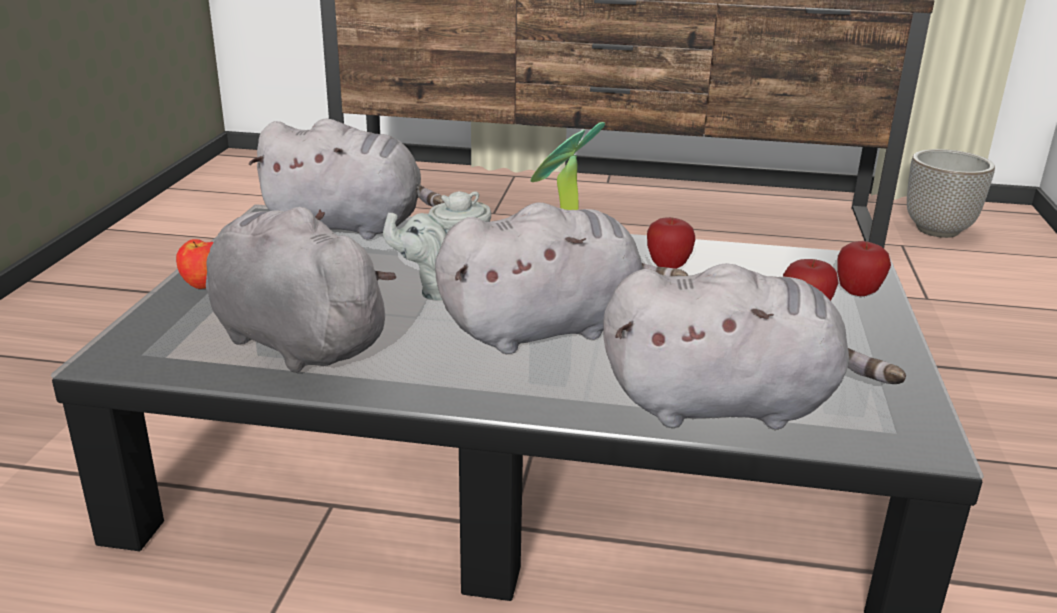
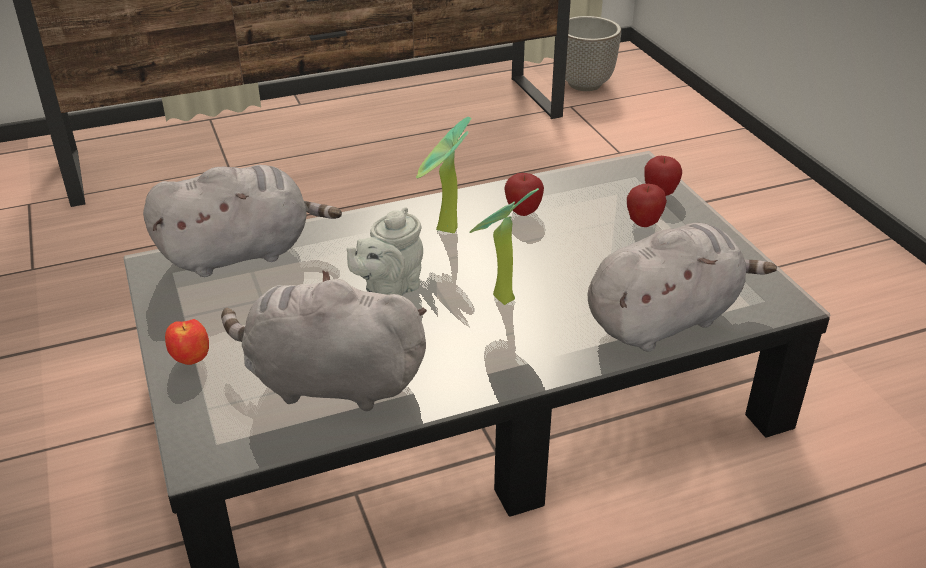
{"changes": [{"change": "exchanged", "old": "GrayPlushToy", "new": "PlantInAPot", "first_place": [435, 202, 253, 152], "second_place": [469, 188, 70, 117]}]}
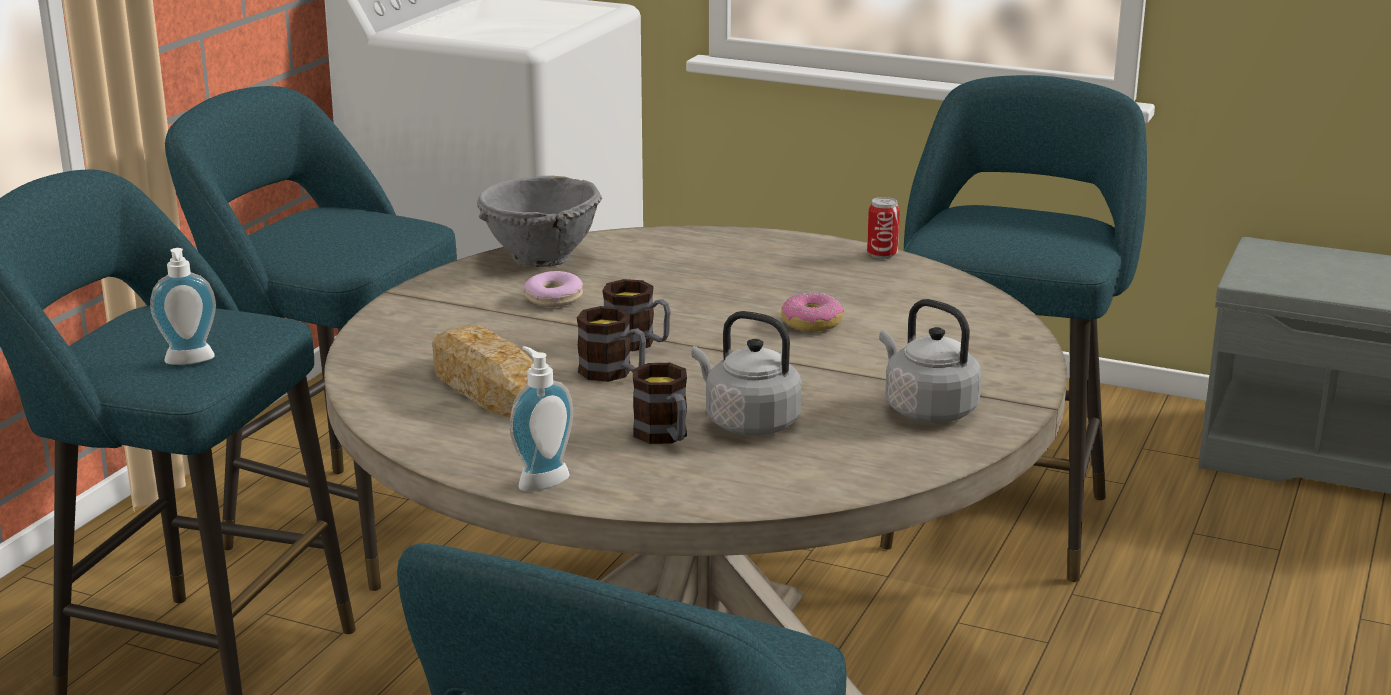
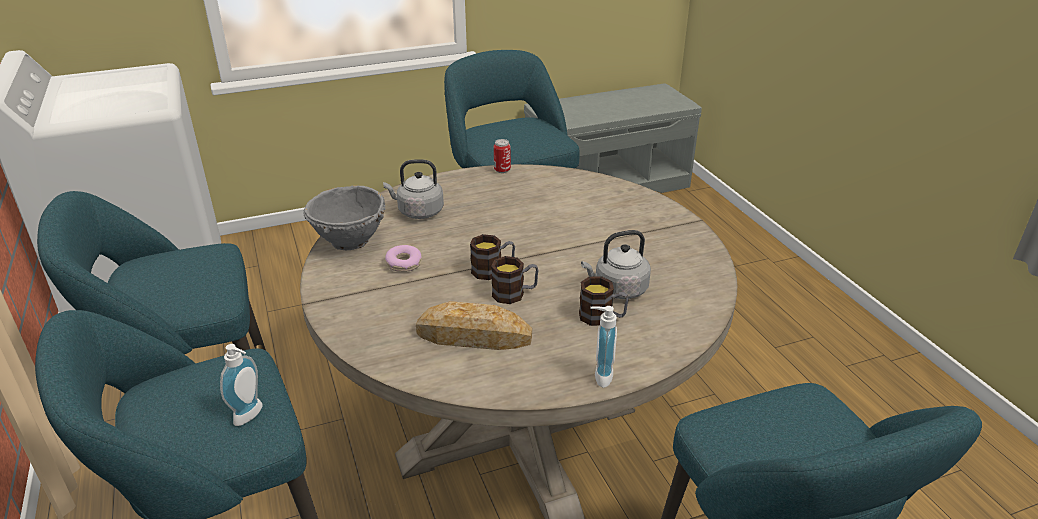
{"changes": [{"change": "relocated", "old": "GrayWaterKettle", "first_place": [879, 299, 103, 123], "second_place": [383, 159, 61, 60]}, {"change": "missing", "old": "Donut", "first_place": [781, 292, 63, 40]}]}
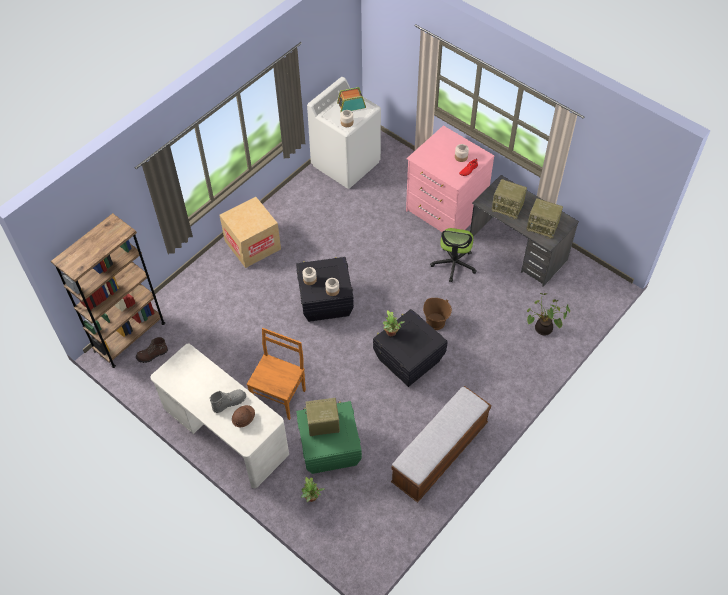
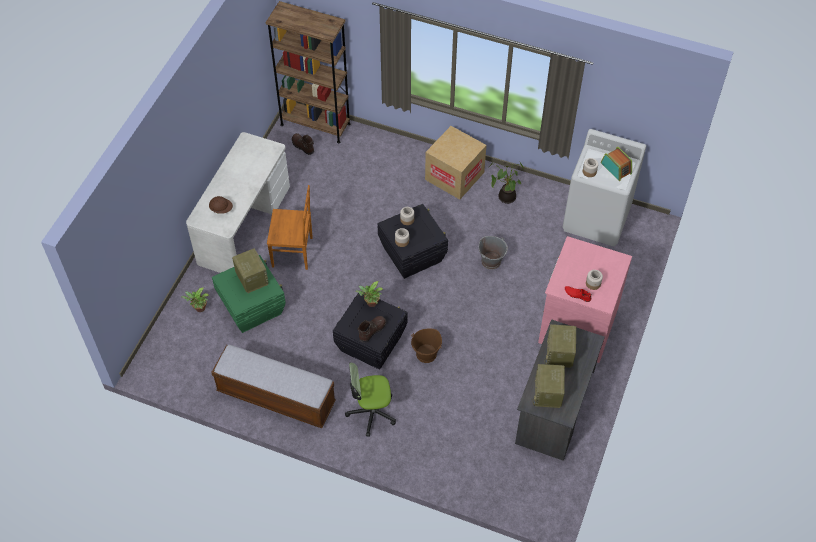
{"changes": [{"change": "relocated", "old": "ComputerChair", "first_place": [430, 228, 47, 54], "second_place": [345, 362, 51, 75]}, {"change": "appeared", "new": "BrownBoot", "second_place": [357, 316, 30, 27]}, {"change": "appeared", "new": "GrayBucket", "second_place": [479, 236, 29, 34]}, {"change": "relocated", "old": "PlantInAPot", "first_place": [527, 293, 43, 42], "second_place": [489, 161, 35, 43]}, {"change": "missing", "old": "GrayBoot", "first_place": [210, 389, 36, 24]}]}
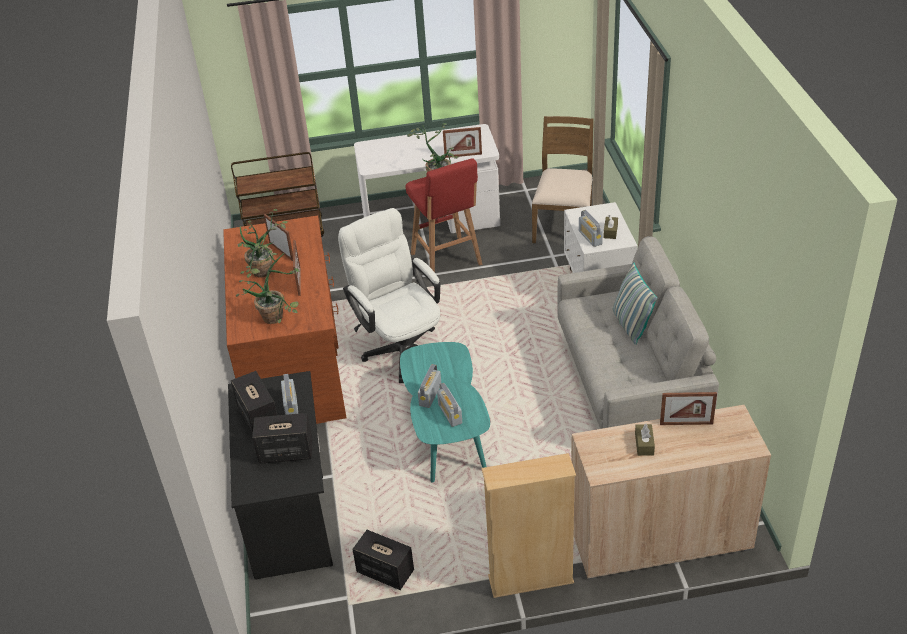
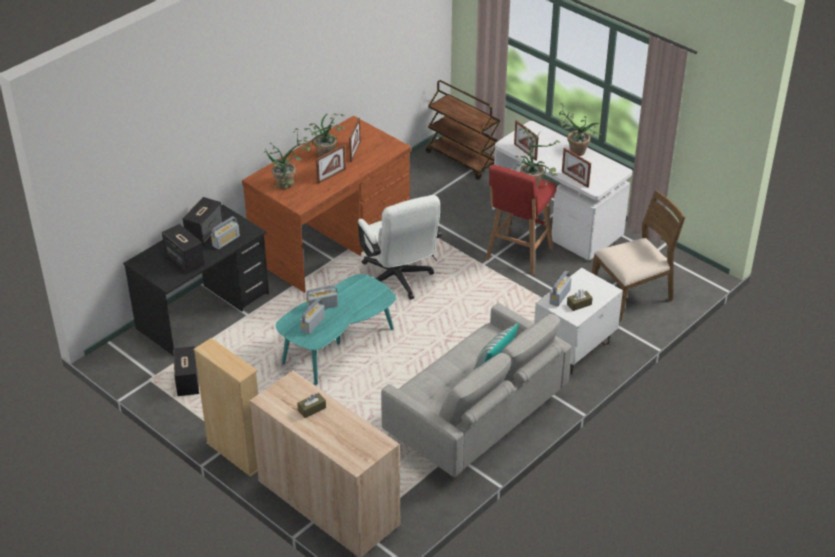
{"changes": [{"change": "spun", "old": "WhiteColouredComputerChair", "first_place": [338, 208, 102, 175], "second_place": [358, 195, 84, 105], "degrees": 135}, {"change": "relocated", "old": "PhotoFrame", "first_place": [660, 392, 57, 33], "second_place": [514, 120, 25, 41]}, {"change": "appeared", "new": "PlantInAPot", "second_place": [559, 103, 42, 53]}]}
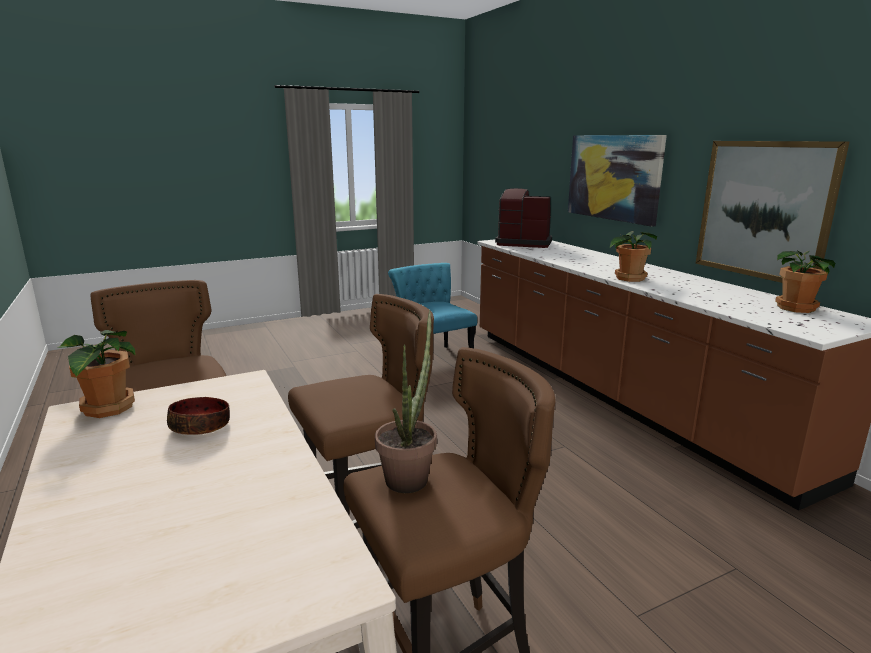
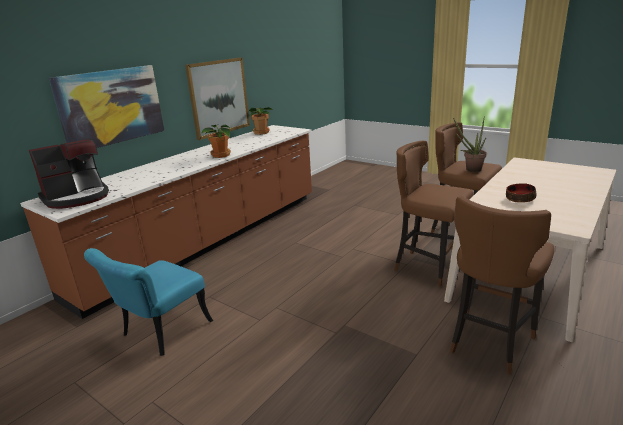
{"changes": [{"change": "spun", "old": "CoffeeMaker", "first_place": [495, 188, 57, 60], "second_place": [29, 139, 80, 70], "degrees": -120}, {"change": "missing", "old": "PlantInAPot", "first_place": [57, 330, 79, 88]}]}
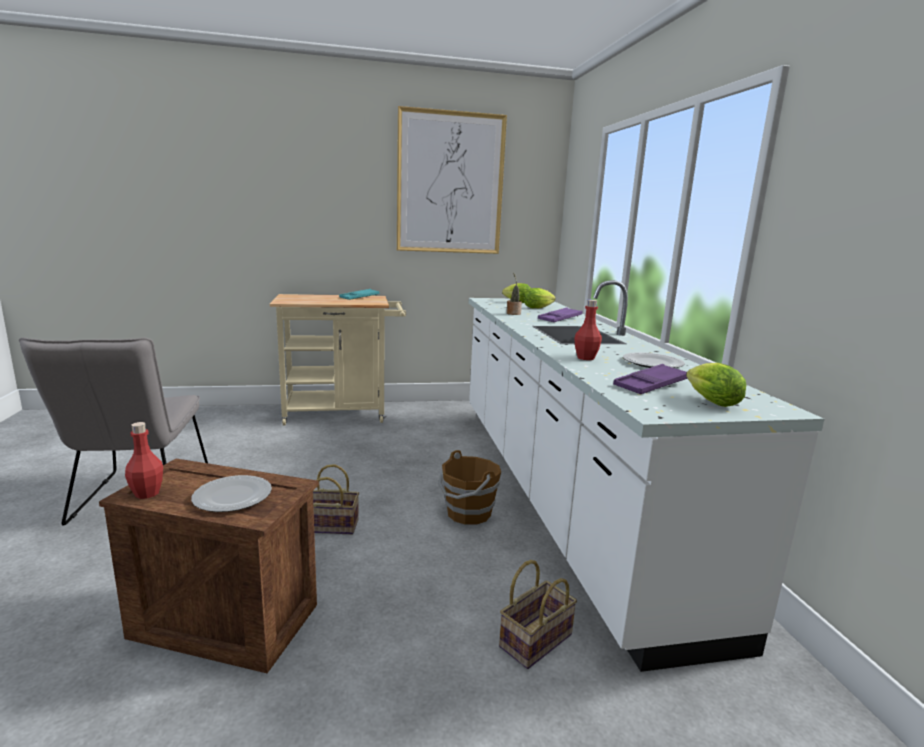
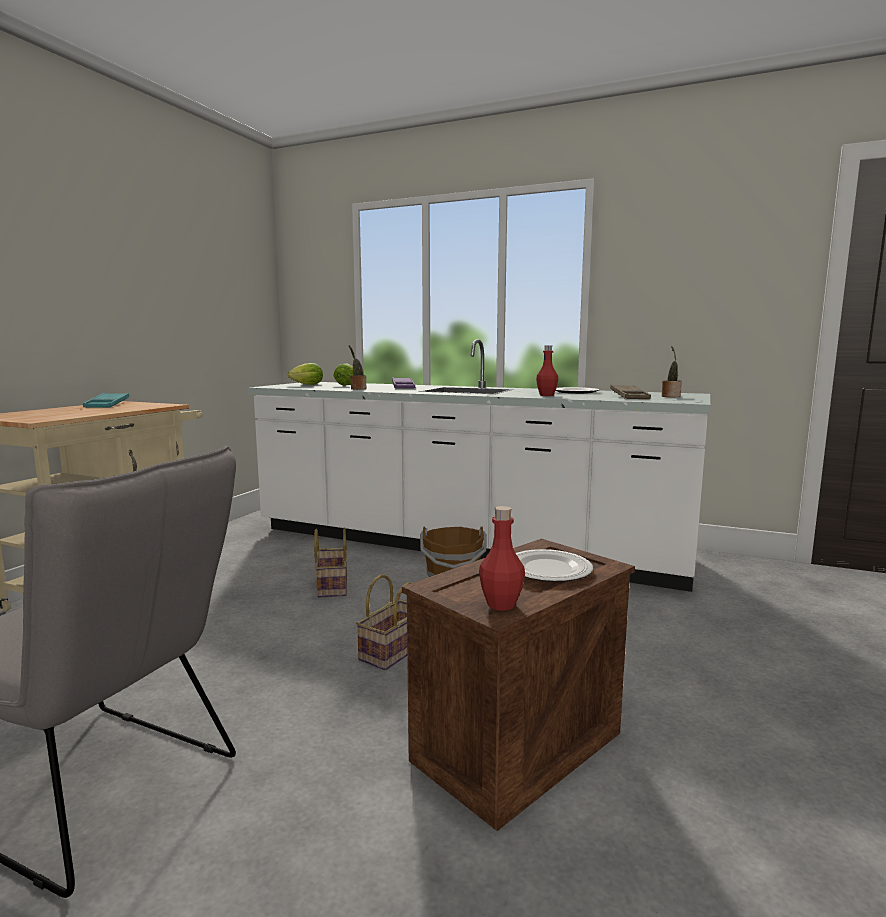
{"changes": [{"change": "relocated", "old": "Basket", "first_place": [499, 560, 78, 109], "second_place": [314, 528, 33, 70]}, {"change": "colour", "old": "PurpleColouredCarryingTray", "new": "BrownCarryingTray", "first_place": [613, 364, 75, 30], "second_place": [610, 385, 41, 14]}, {"change": "exchanged", "old": "Lettuce", "new": "PlantInAPot", "first_place": [686, 363, 60, 44], "second_place": [662, 345, 20, 52]}, {"change": "missing", "old": "WallPicture", "first_place": [397, 106, 110, 148]}]}
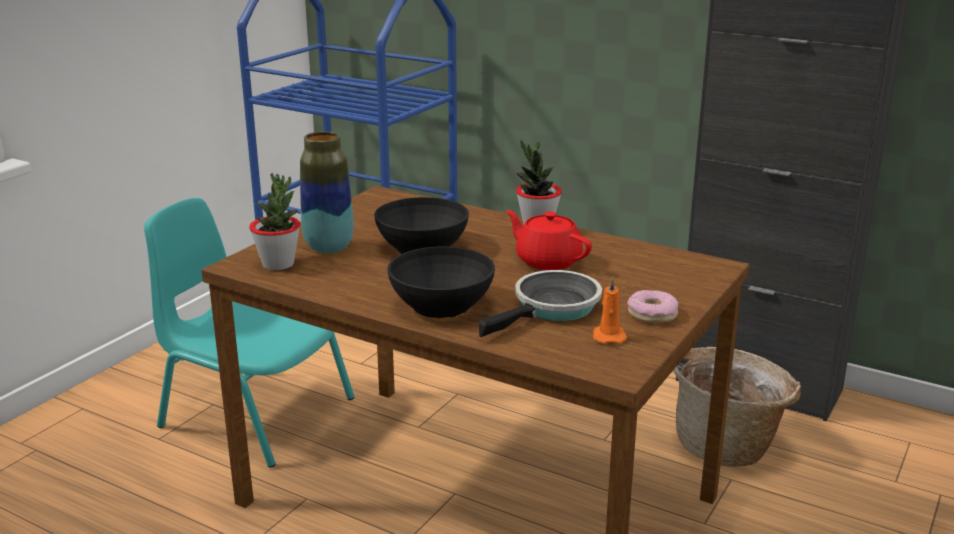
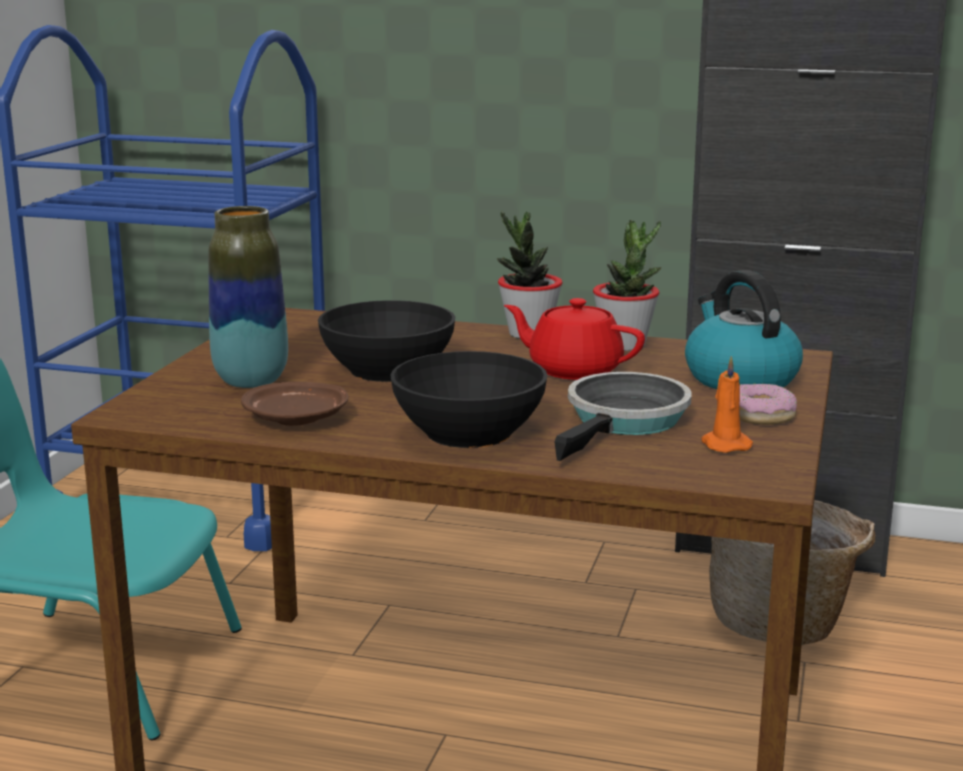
{"changes": [{"change": "appeared", "new": "BrownDinnerPlate", "second_place": [241, 382, 107, 44]}, {"change": "relocated", "old": "PlantInAPot", "first_place": [249, 173, 51, 97], "second_place": [593, 220, 68, 131]}, {"change": "appeared", "new": "WaterKettle", "second_place": [685, 270, 118, 119]}]}
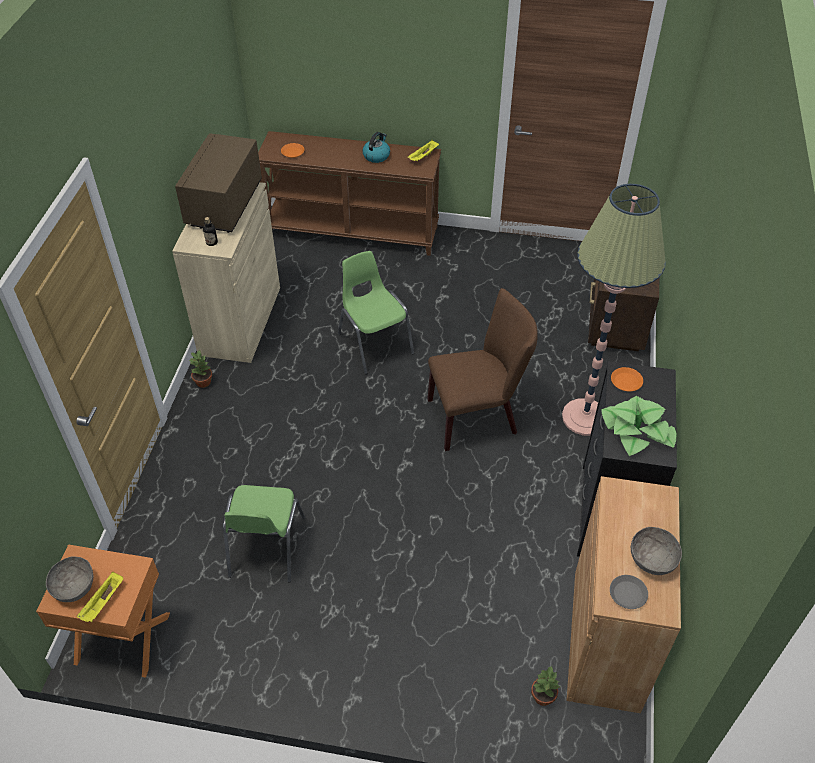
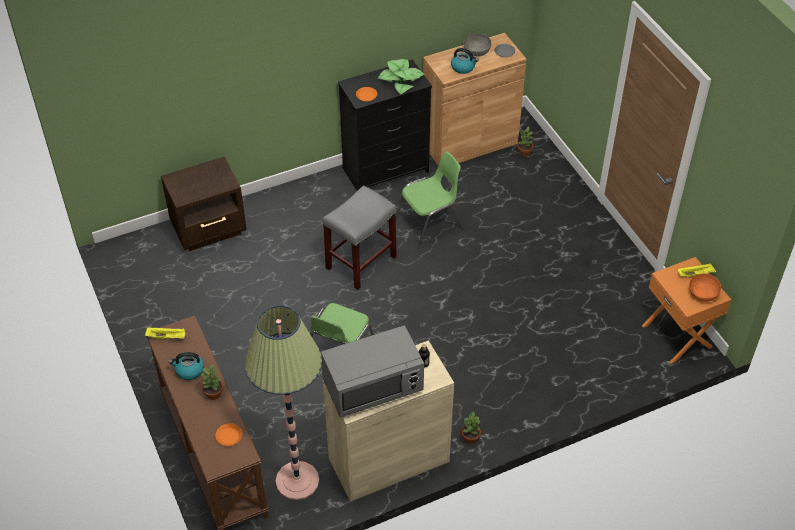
{"changes": [{"change": "appeared", "new": "PlantInAPot", "second_place": [200, 365, 23, 35]}, {"change": "relocated", "old": "StandingLamp", "first_place": [562, 184, 104, 252], "second_place": [245, 305, 77, 195]}, {"change": "colour", "old": "BrownKitchenMicrowave", "new": "GrayKitchenMicrowave", "first_place": [175, 133, 87, 100], "second_place": [321, 326, 103, 91]}, {"change": "exchanged", "old": "BrownPlainChair", "new": "GrayStool", "first_place": [427, 288, 111, 163], "second_place": [322, 185, 75, 105]}, {"change": "relocated", "old": "GreenColouredPlainChair", "first_place": [223, 485, 82, 97], "second_place": [396, 151, 67, 98]}, {"change": "appeared", "new": "WaterKettle", "second_place": [451, 48, 28, 26]}, {"change": "colour", "old": "GrayServingBowl", "new": "OrangeyServingBowl", "first_place": [46, 556, 48, 46], "second_place": [689, 274, 32, 28]}]}
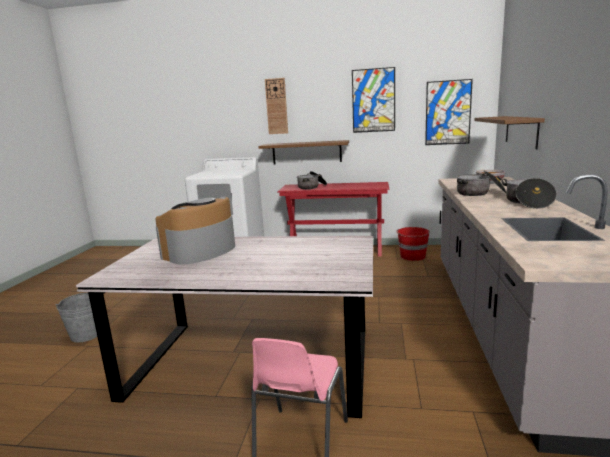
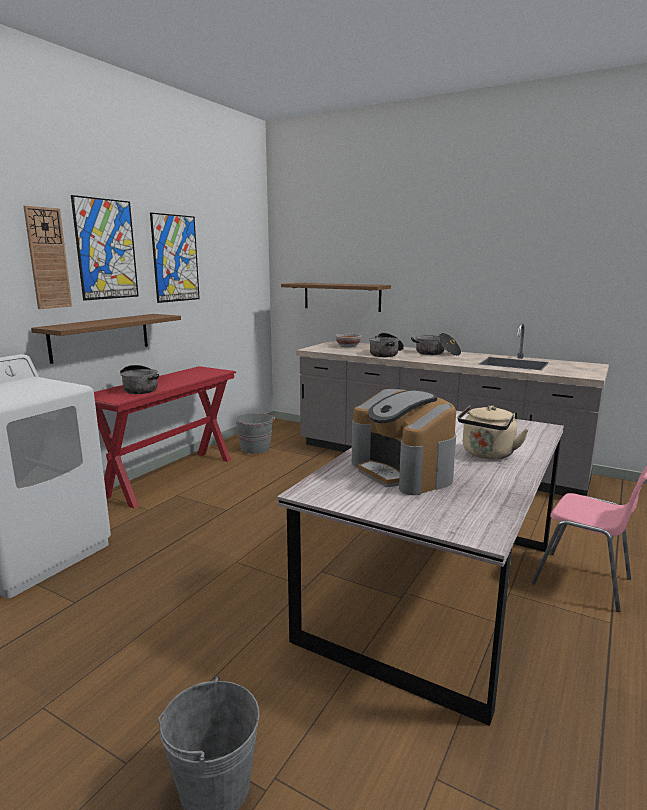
{"changes": [{"change": "relocated", "old": "WallPicture", "first_place": [425, 79, 48, 66], "second_place": [71, 195, 68, 106]}, {"change": "colour", "old": "ReddishBucket", "new": "GrayBucket", "first_place": [396, 227, 34, 34], "second_place": [235, 413, 40, 41]}, {"change": "appeared", "new": "BeigeWaterKettle", "second_place": [458, 405, 70, 54]}]}
